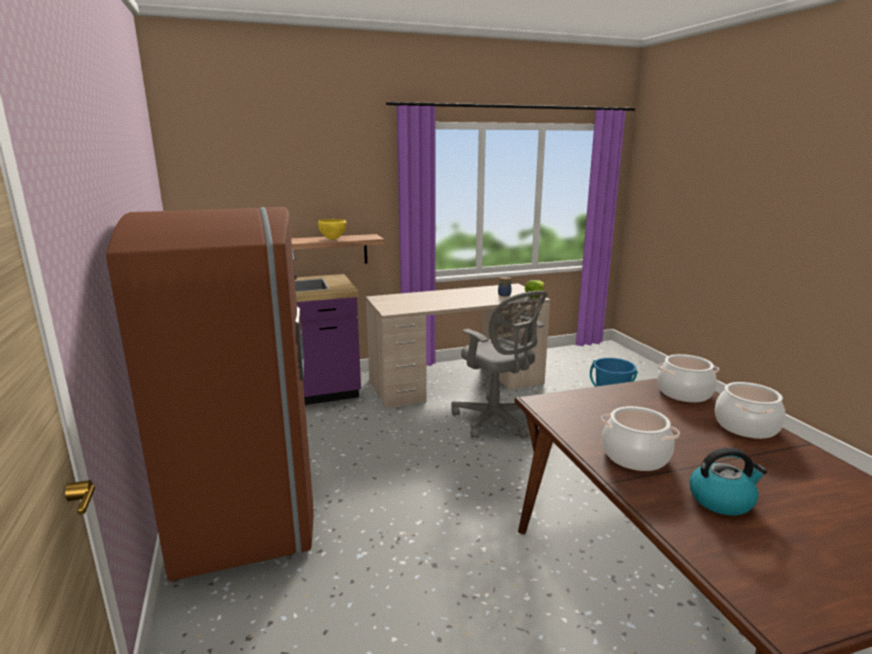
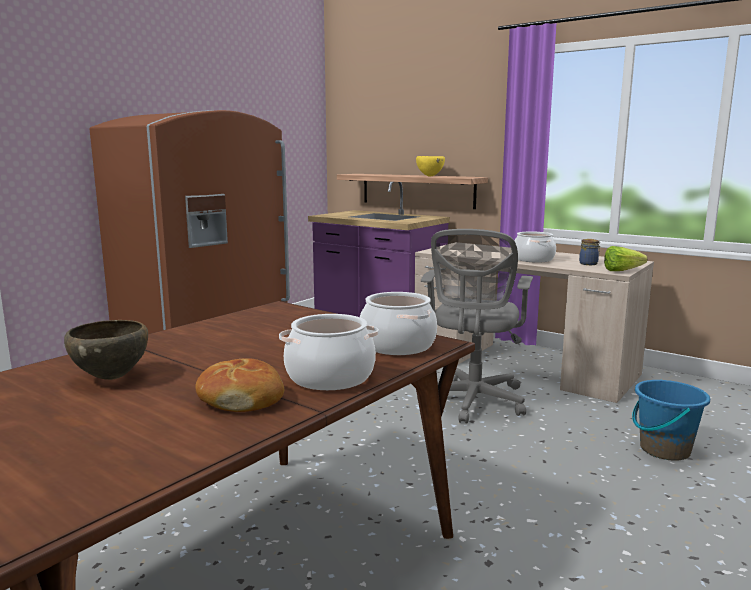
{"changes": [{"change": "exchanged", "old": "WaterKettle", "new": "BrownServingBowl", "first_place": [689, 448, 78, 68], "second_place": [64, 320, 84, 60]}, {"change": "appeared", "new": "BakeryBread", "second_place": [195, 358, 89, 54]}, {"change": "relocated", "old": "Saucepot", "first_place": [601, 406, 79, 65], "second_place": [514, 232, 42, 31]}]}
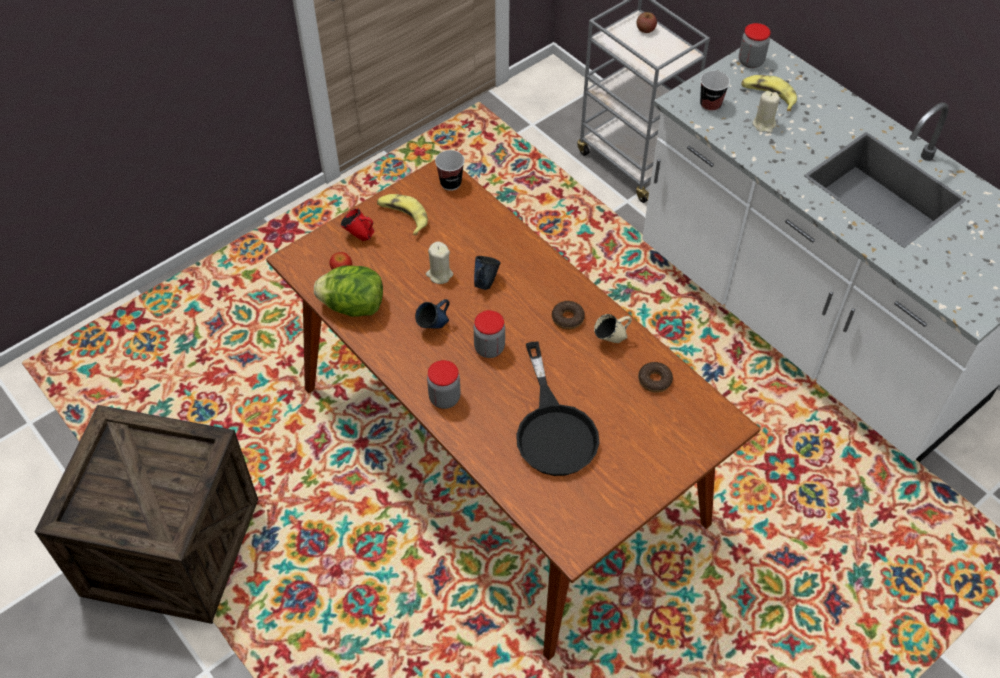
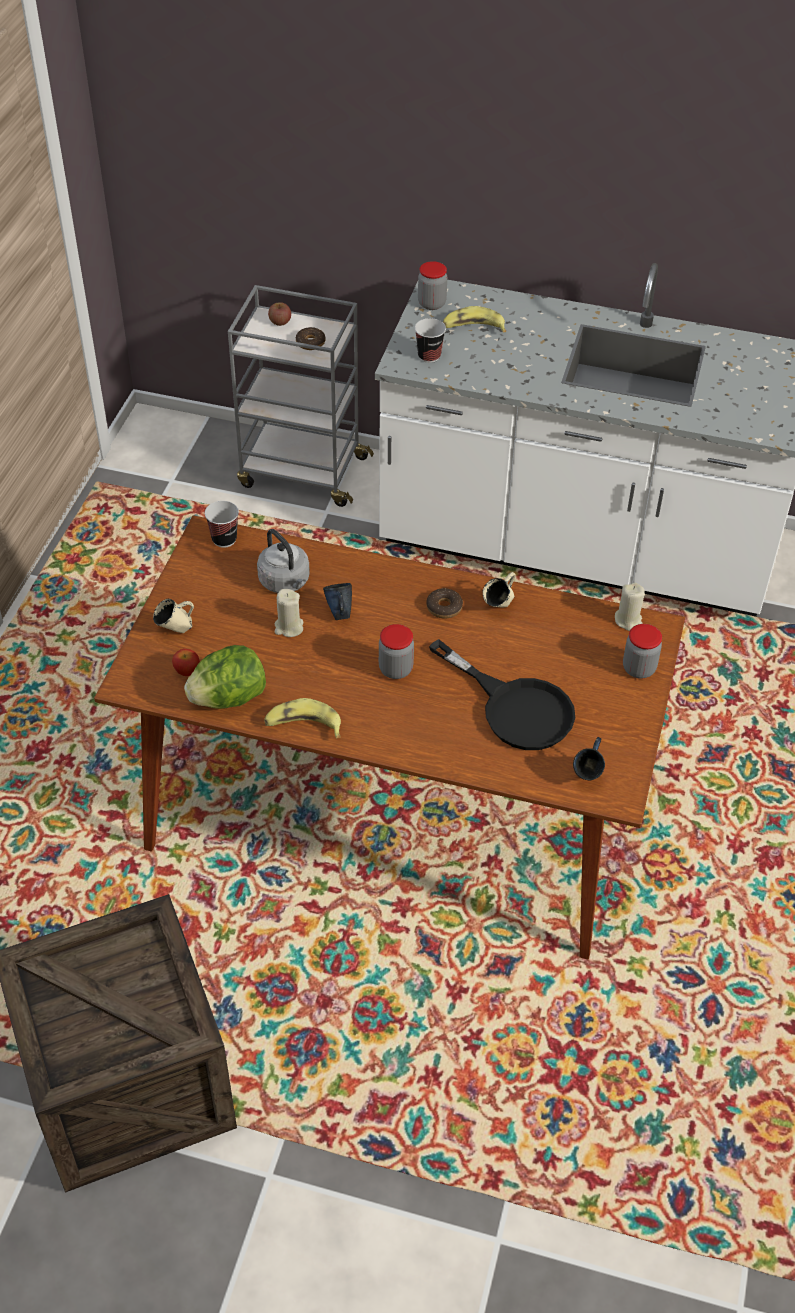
{"changes": [{"change": "colour", "old": "ReddishMug", "new": "BeigeMug", "first_place": [341, 208, 33, 33], "second_place": [153, 599, 41, 34]}, {"change": "appeared", "new": "GrayWaterKettle", "second_place": [257, 529, 53, 64]}, {"change": "relocated", "old": "BananaFruit", "first_place": [377, 194, 51, 41], "second_place": [264, 698, 77, 40]}, {"change": "relocated", "old": "Donut", "first_place": [638, 362, 35, 31], "second_place": [296, 327, 30, 23]}, {"change": "relocated", "old": "BlueColouredMug", "first_place": [415, 299, 35, 30], "second_place": [573, 737, 32, 43]}, {"change": "relocated", "old": "BeigeWaxCandle", "first_place": [753, 91, 27, 42], "second_place": [615, 582, 30, 49]}, {"change": "relocated", "old": "PreserveJar", "first_place": [427, 360, 34, 49], "second_place": [623, 624, 39, 55]}]}
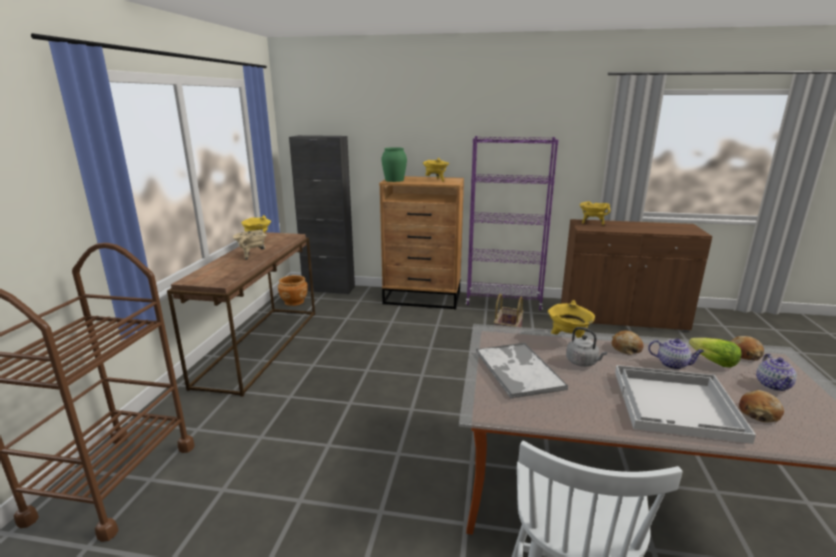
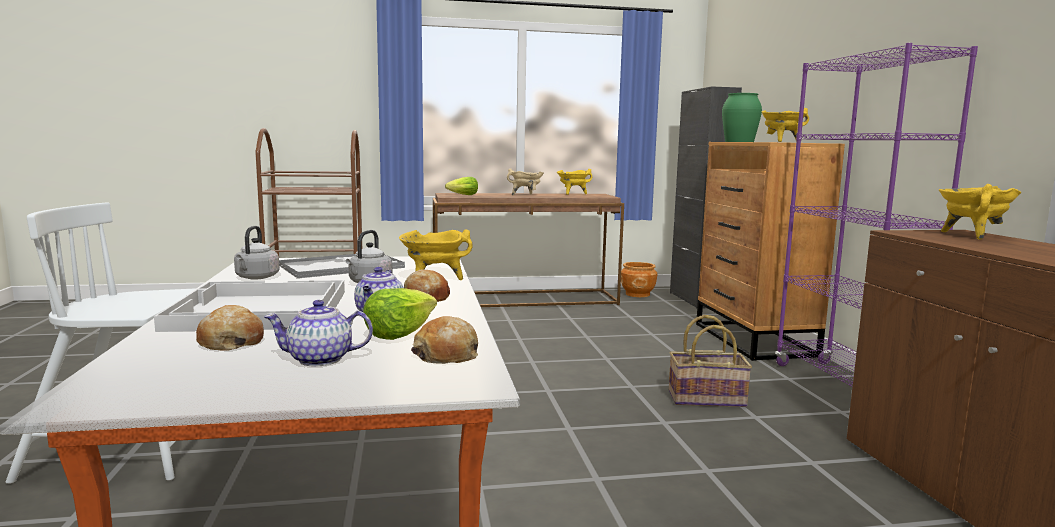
{"changes": [{"change": "appeared", "new": "GrayWaterKettle", "second_place": [234, 226, 45, 53]}, {"change": "appeared", "new": "Lettuce", "second_place": [445, 177, 33, 18]}]}
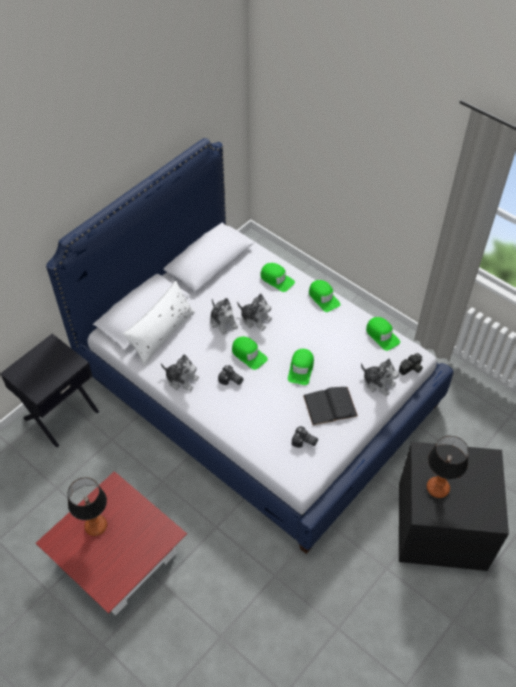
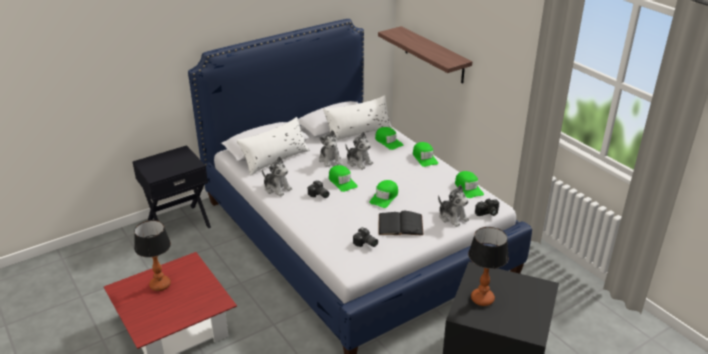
{"changes": [{"change": "appeared", "new": "WhiteColouredCushion", "second_place": [323, 95, 69, 45]}, {"change": "appeared", "new": "BracketShelf", "second_place": [378, 26, 94, 57]}]}
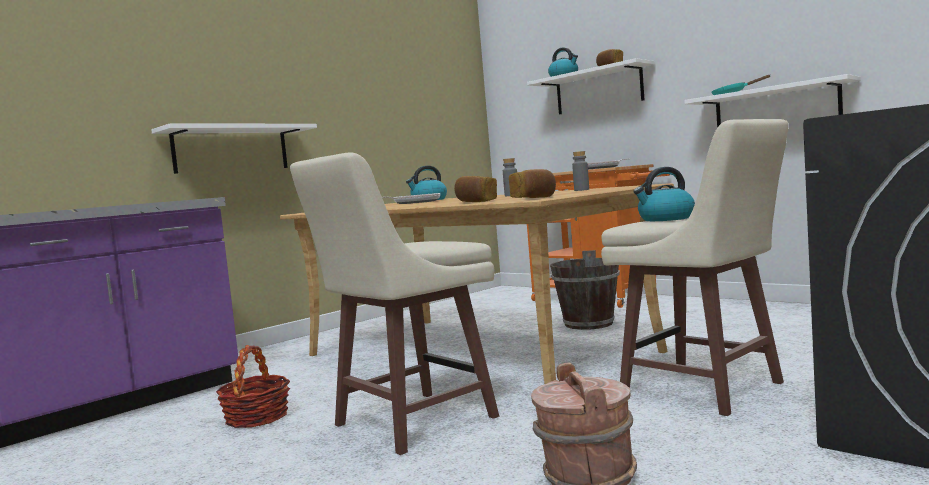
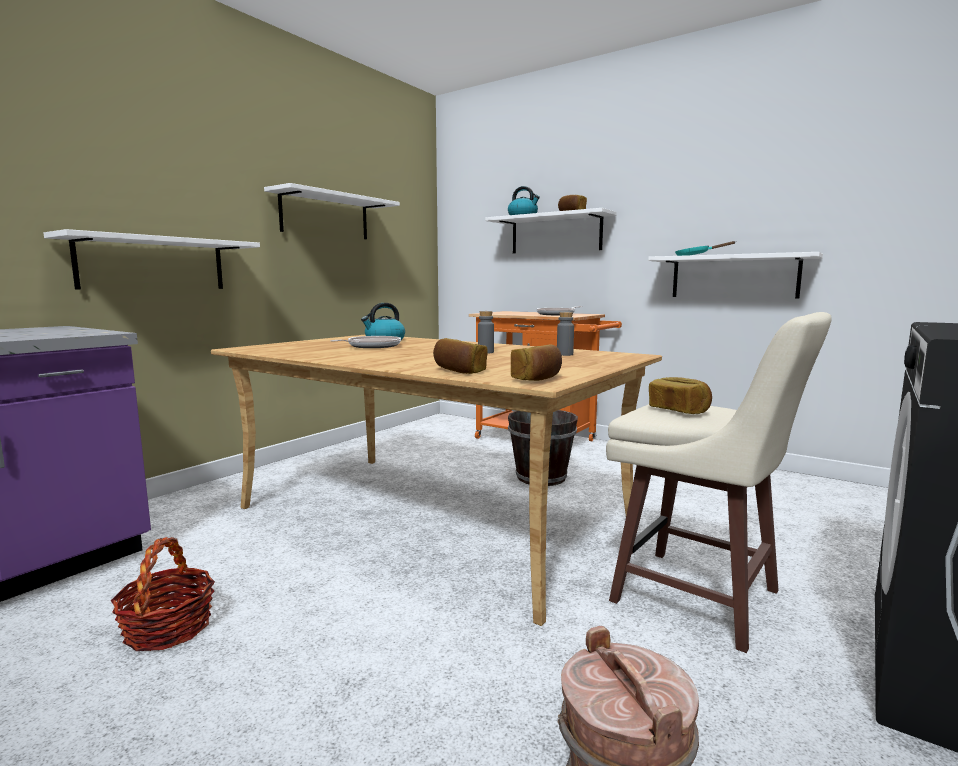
{"changes": [{"change": "appeared", "new": "WhiteColouredBracketShelf", "second_place": [264, 183, 136, 56]}, {"change": "exchanged", "old": "WaterKettle", "new": "BakeryBread", "first_place": [634, 167, 61, 54], "second_place": [649, 377, 63, 37]}, {"change": "missing", "old": "BeigeStool", "first_place": [290, 152, 209, 303]}]}
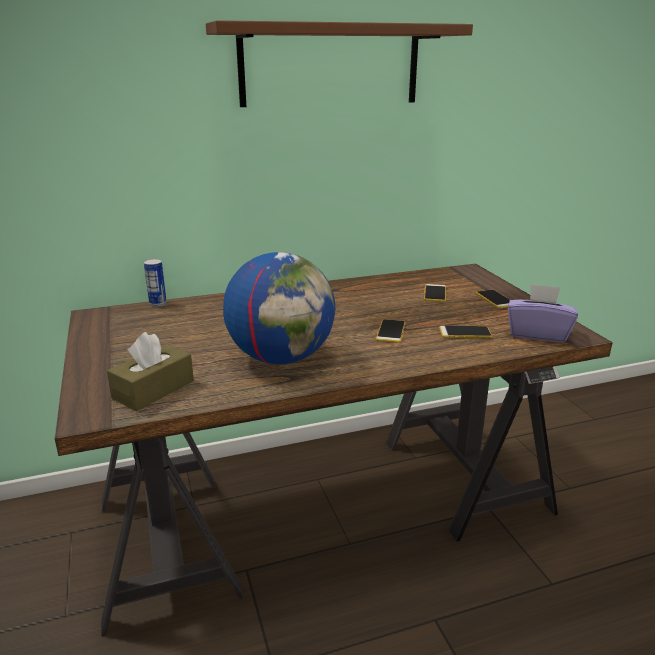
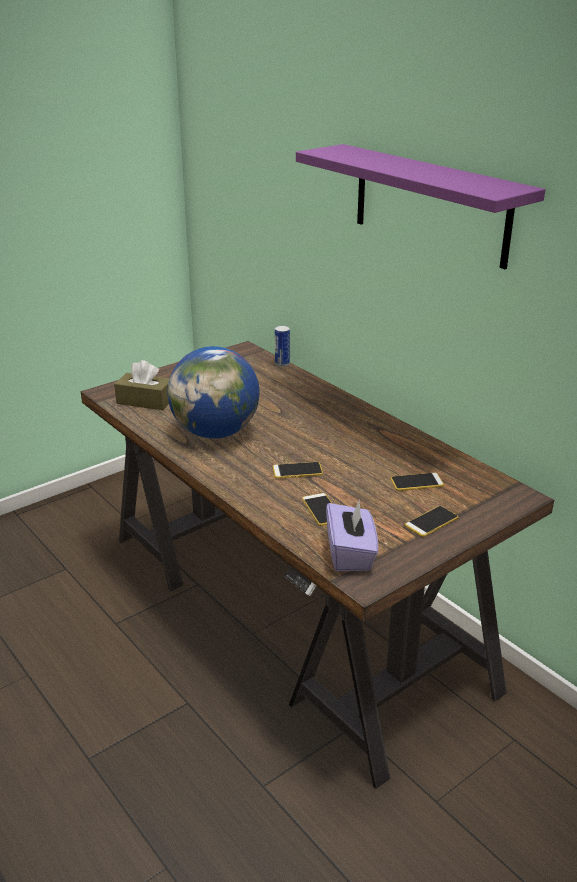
{"changes": [{"change": "colour", "old": "BrownBracketShelf", "new": "PurpleColouredBracketShelf", "first_place": [206, 20, 267, 87], "second_place": [296, 144, 249, 125]}]}
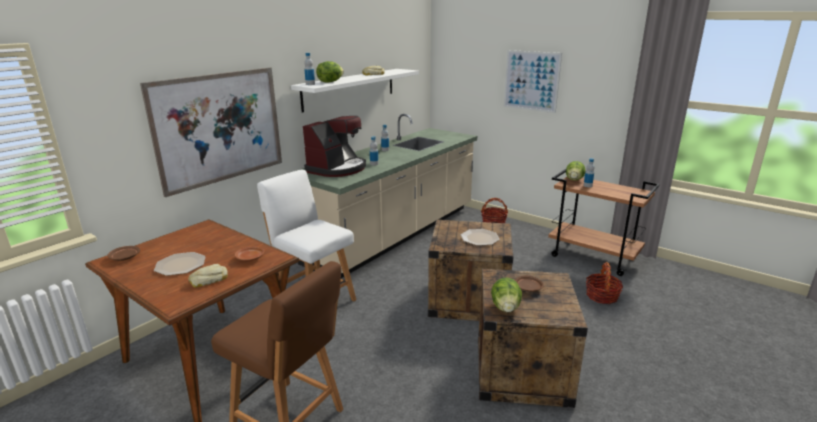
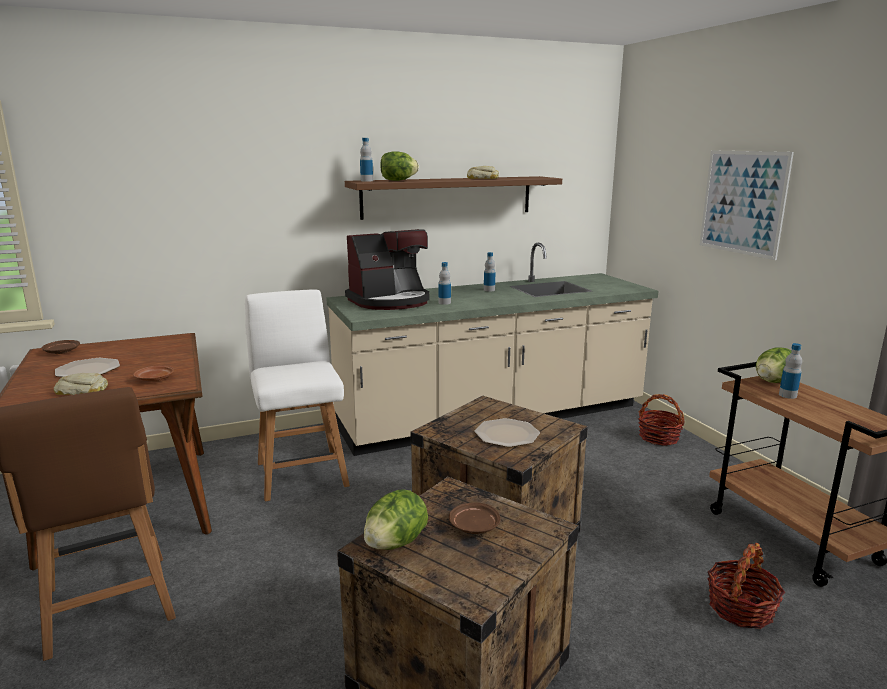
{"changes": [{"change": "colour", "old": "WhiteColouredBracketShelf", "new": "BrownBracketShelf", "first_place": [291, 69, 128, 44], "second_place": [345, 176, 217, 44]}, {"change": "missing", "old": "WallPicture", "first_place": [140, 68, 142, 129]}]}
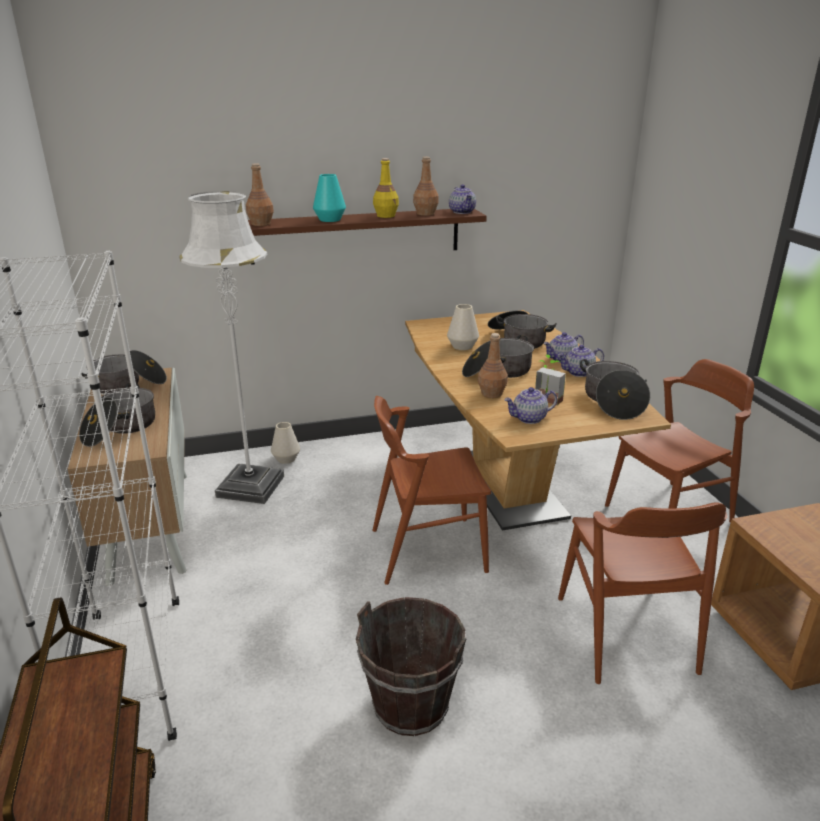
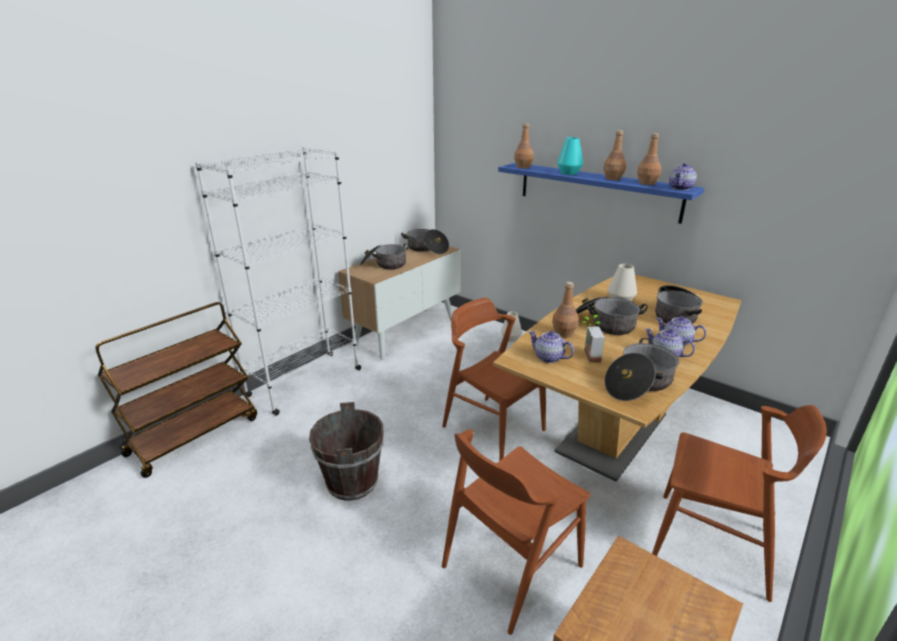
{"changes": [{"change": "colour", "old": "BrownBracketShelf", "new": "BlueColouredBracketShelf", "first_place": [248, 209, 239, 56], "second_place": [498, 163, 206, 61]}, {"change": "colour", "old": "YellowishBottle", "new": "BrownBottle", "first_place": [373, 158, 26, 60], "second_place": [604, 130, 22, 50]}, {"change": "missing", "old": "WhiteColouredStandingLamp", "first_place": [179, 191, 105, 313]}]}
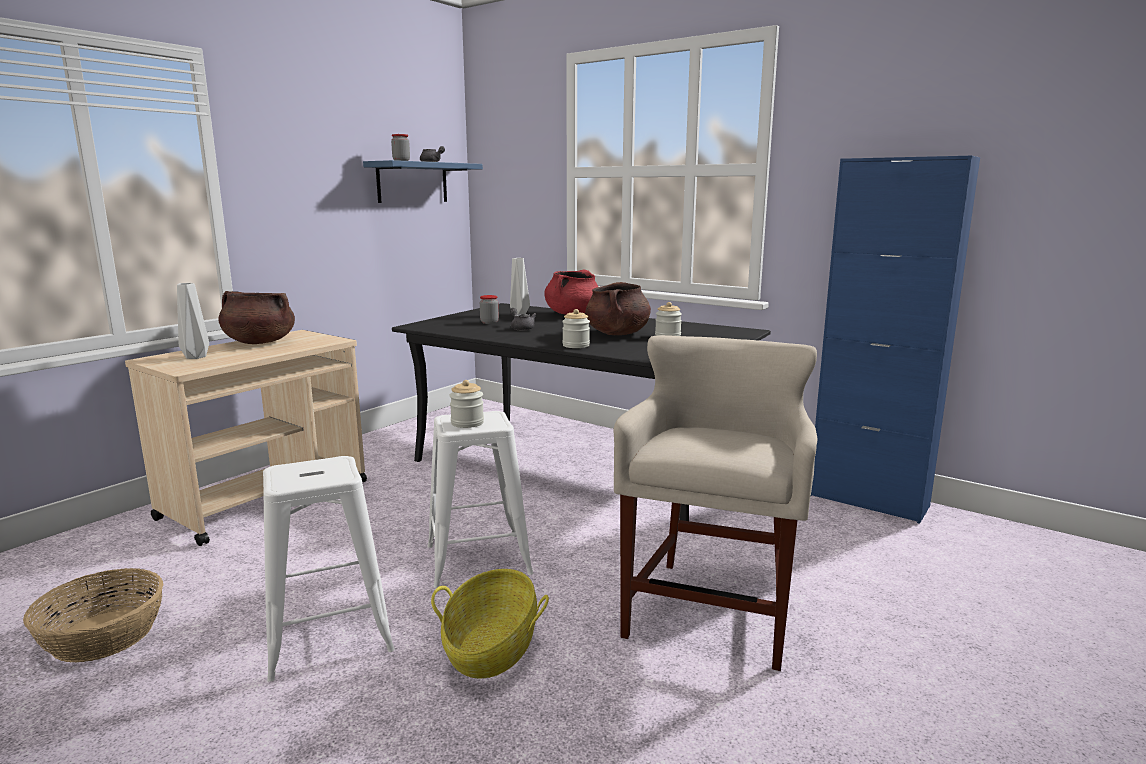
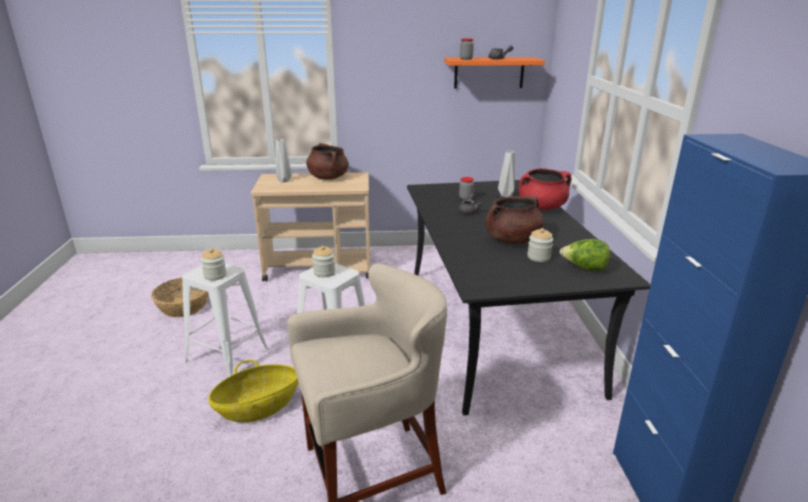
{"changes": [{"change": "relocated", "old": "PreserveJar", "first_place": [562, 309, 28, 39], "second_place": [201, 248, 26, 33]}, {"change": "colour", "old": "BlueColouredBracketShelf", "new": "OrangeyBracketShelf", "first_place": [363, 160, 120, 43], "second_place": [444, 57, 101, 31]}, {"change": "appeared", "new": "Lettuce", "second_place": [560, 239, 50, 32]}]}
